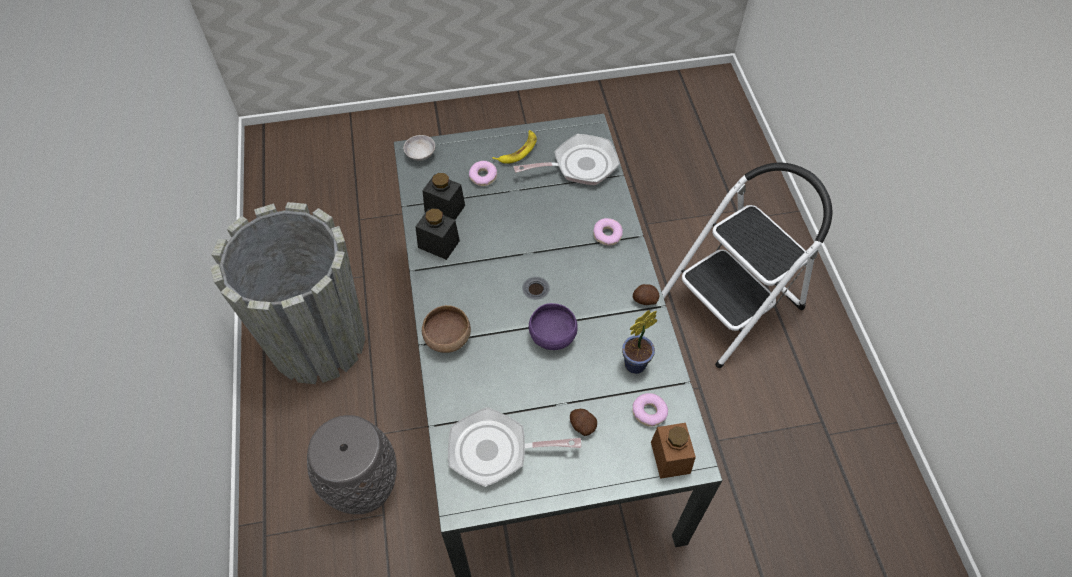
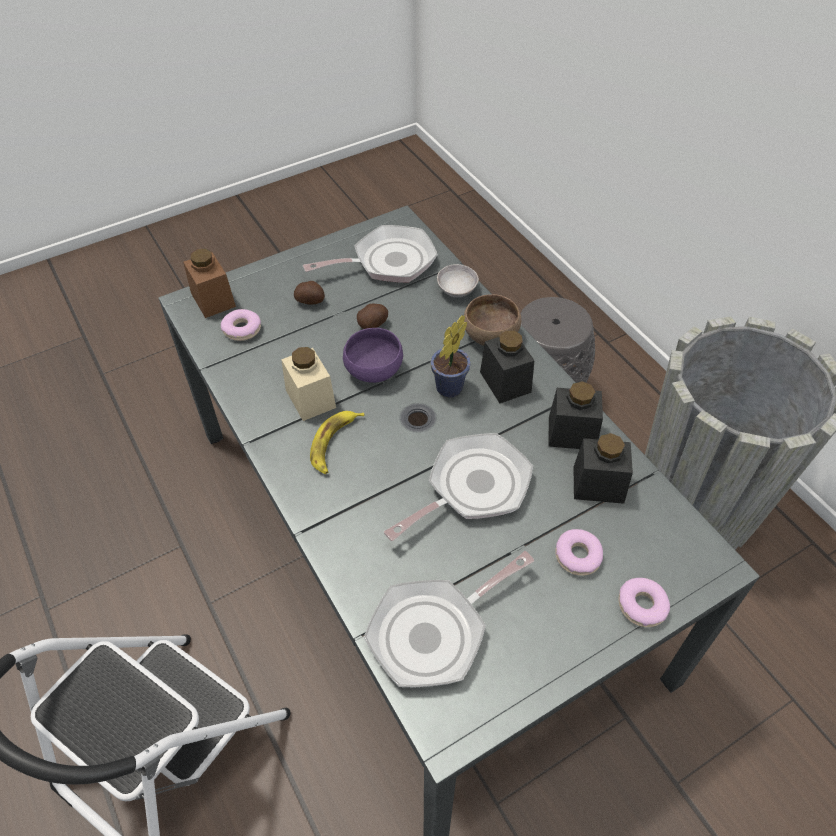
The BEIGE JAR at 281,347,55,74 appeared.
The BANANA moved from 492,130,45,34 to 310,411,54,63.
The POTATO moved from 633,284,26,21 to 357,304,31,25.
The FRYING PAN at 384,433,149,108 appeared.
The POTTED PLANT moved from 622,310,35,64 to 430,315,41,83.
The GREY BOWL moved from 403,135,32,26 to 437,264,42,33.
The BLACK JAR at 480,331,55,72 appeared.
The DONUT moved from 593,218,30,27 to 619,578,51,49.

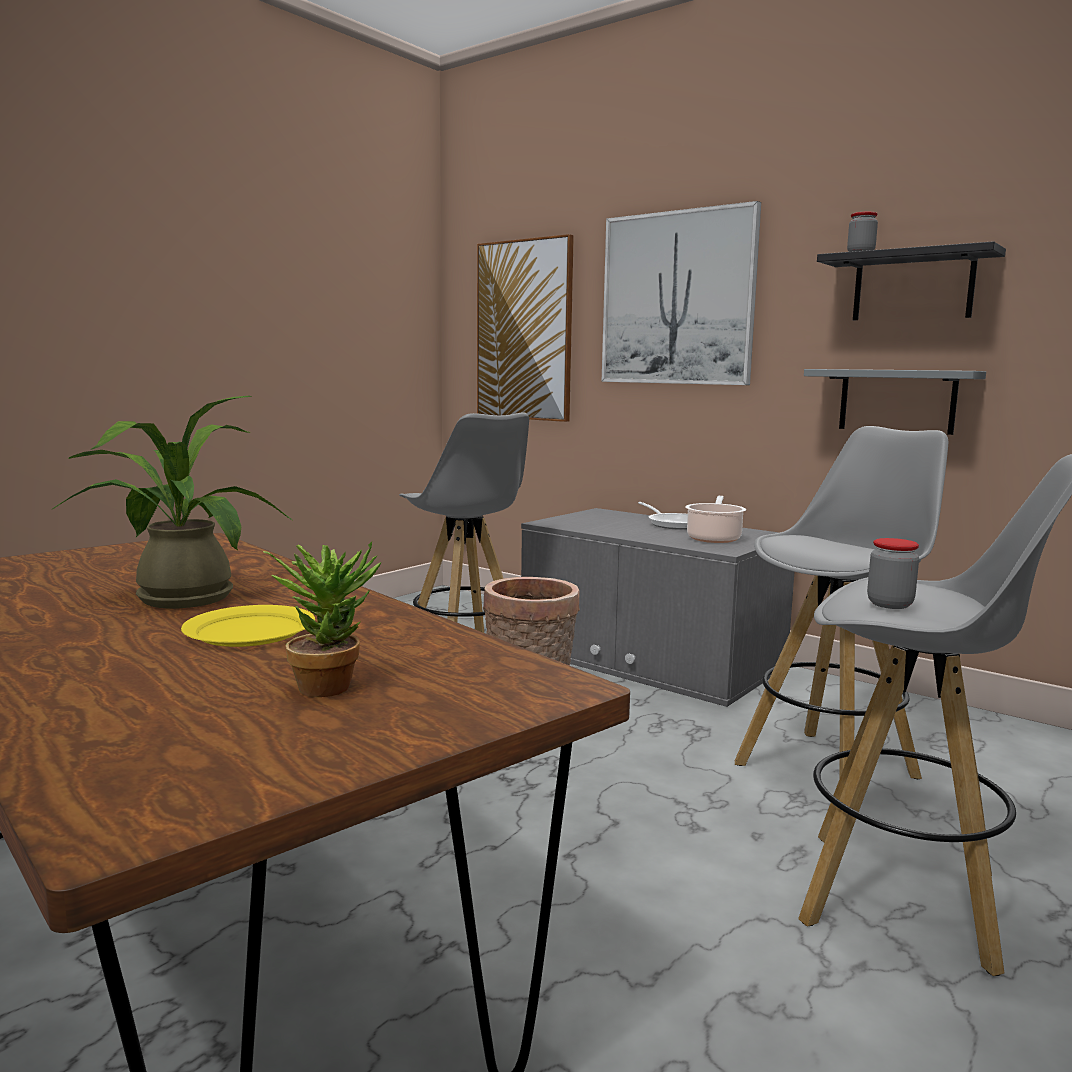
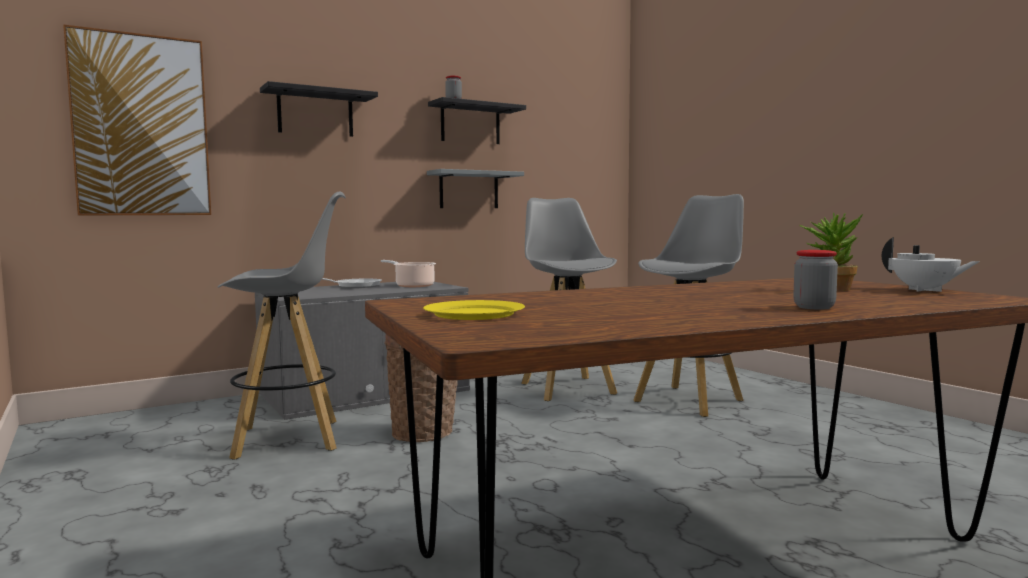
The PICTURE at 602,201,159,184 was replaced by the BLACK SHELF at 260,81,118,56.
The YELLOW PLATE moved from 181,605,134,42 to 423,300,102,20.
The JAR moved from 867,538,52,71 to 793,250,45,60.
The WHITE TEAPOT at 882,237,98,55 appeared.
The POTTED PLANT at 53,396,239,212 disappeared.

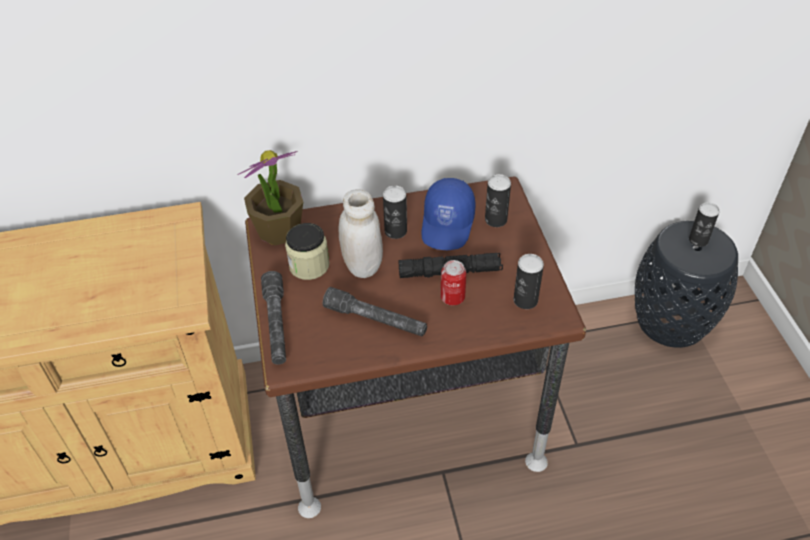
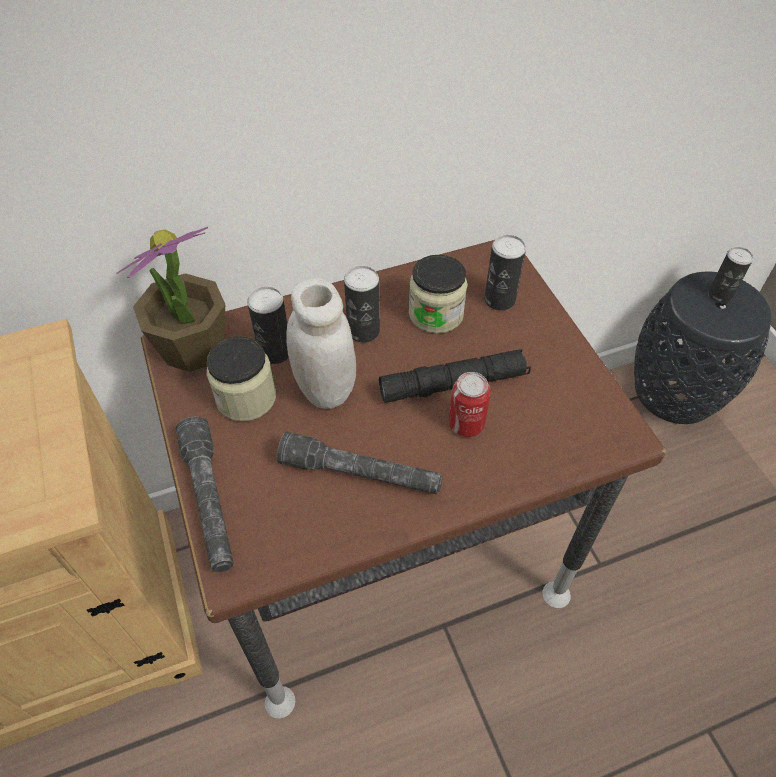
The CAN moved from 514,254,30,55 to 247,287,42,77.
The BLUE CAP at 421,178,55,72 was replaced by the JAR at 409,255,59,79.

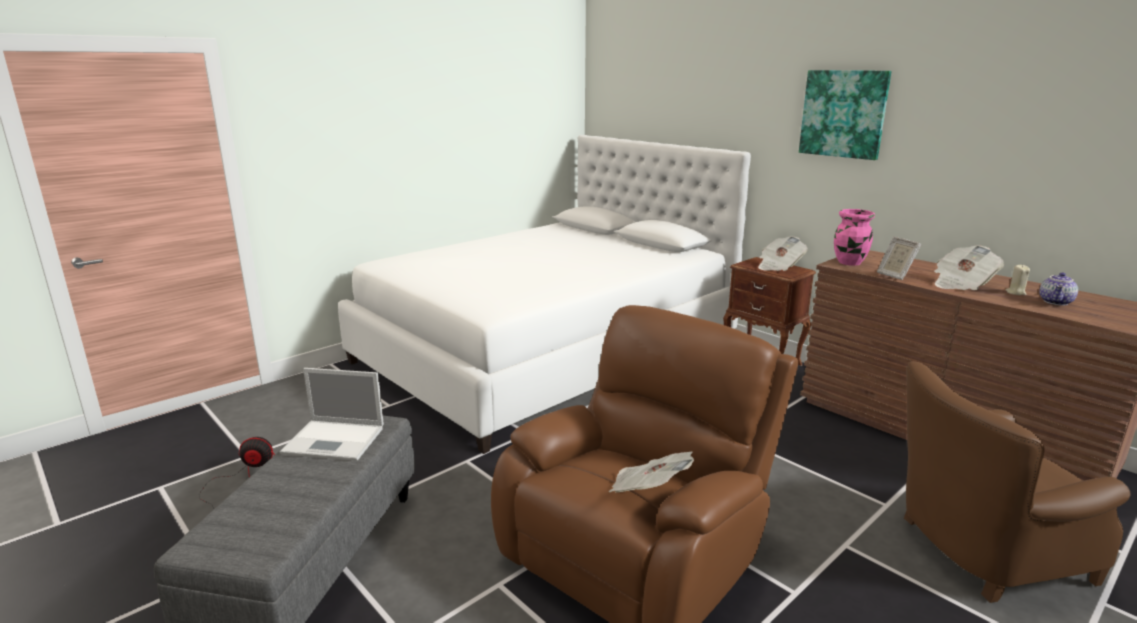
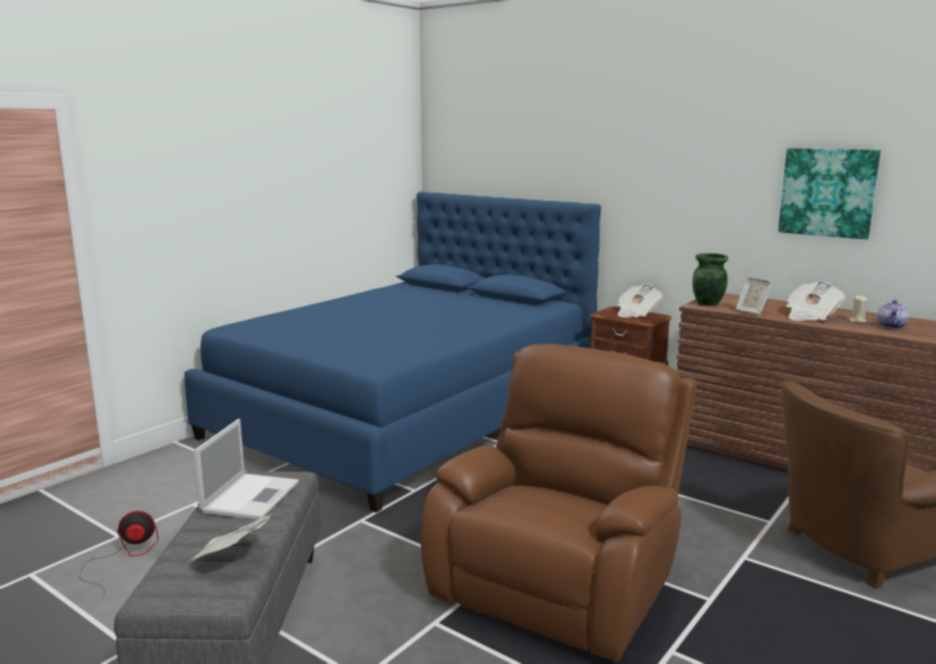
The WHITE BED at 338,135,413,319 became the BLUE BED at 184,192,417,321.
The NEWSPAPER moved from 609,452,85,40 to 189,513,84,48.
The LAPTOP at 280,368,104,93 turned 75 degrees counterclockwise.
The PINK VASE at 834,209,41,57 became the GREEN VASE at 692,253,36,53.
The PICTURE moved from 799,70,93,90 to 778,148,103,91.

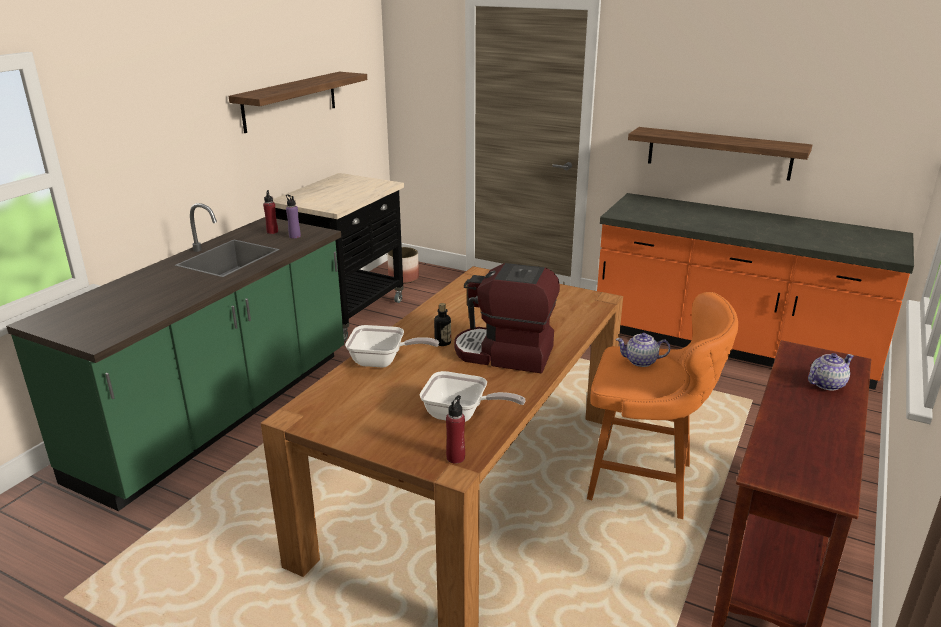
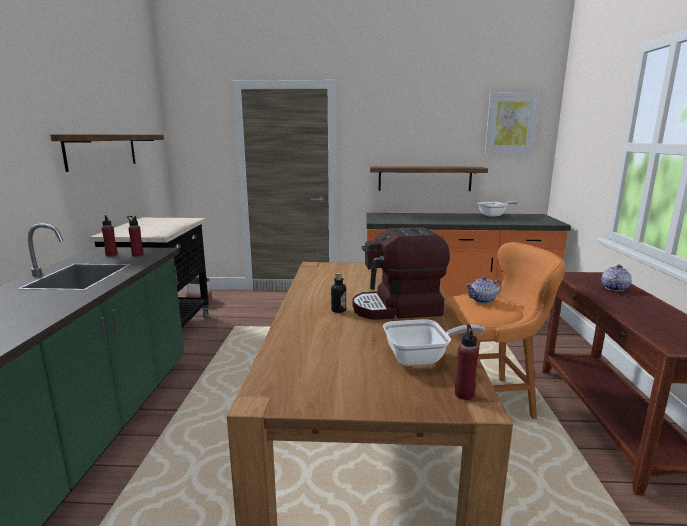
The PURPLE BOTTLE at 286,194,15,44 became the RED BOTTLE at 127,216,17,41.
The FRYING PAN moved from 345,325,94,43 to 478,201,40,16.
The PICTURE at 485,92,55,62 appeared.

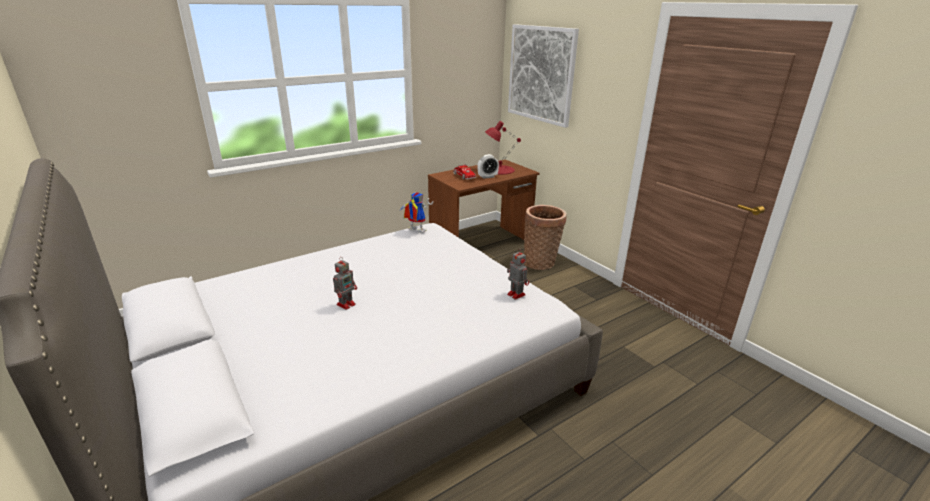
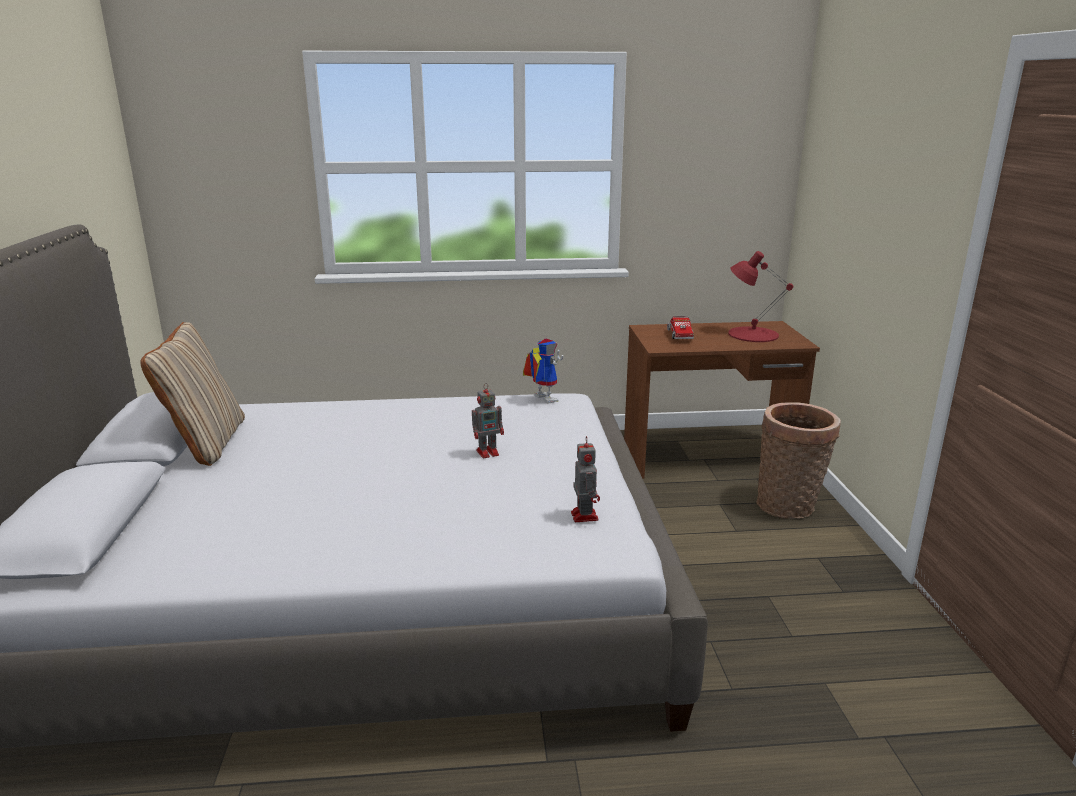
The BEIGE PILLOW at 140,322,105,144 appeared.
The TOY ROBOT moved from 333,257,24,53 to 472,383,32,75.
The ALARM CLOCK at 478,154,21,25 disappeared.
The PICTURE at 508,24,71,104 disappeared.

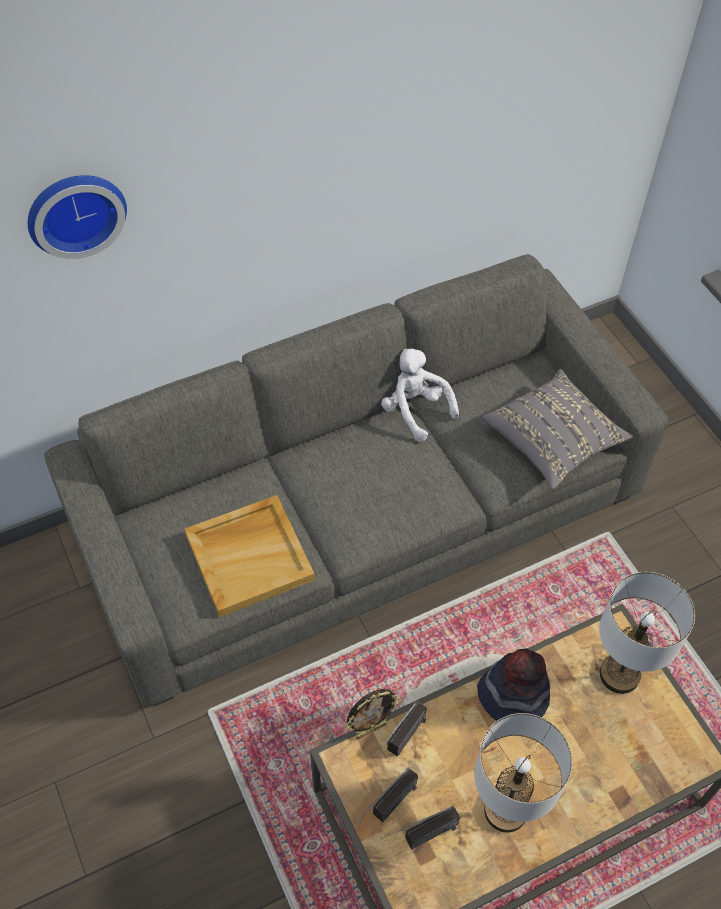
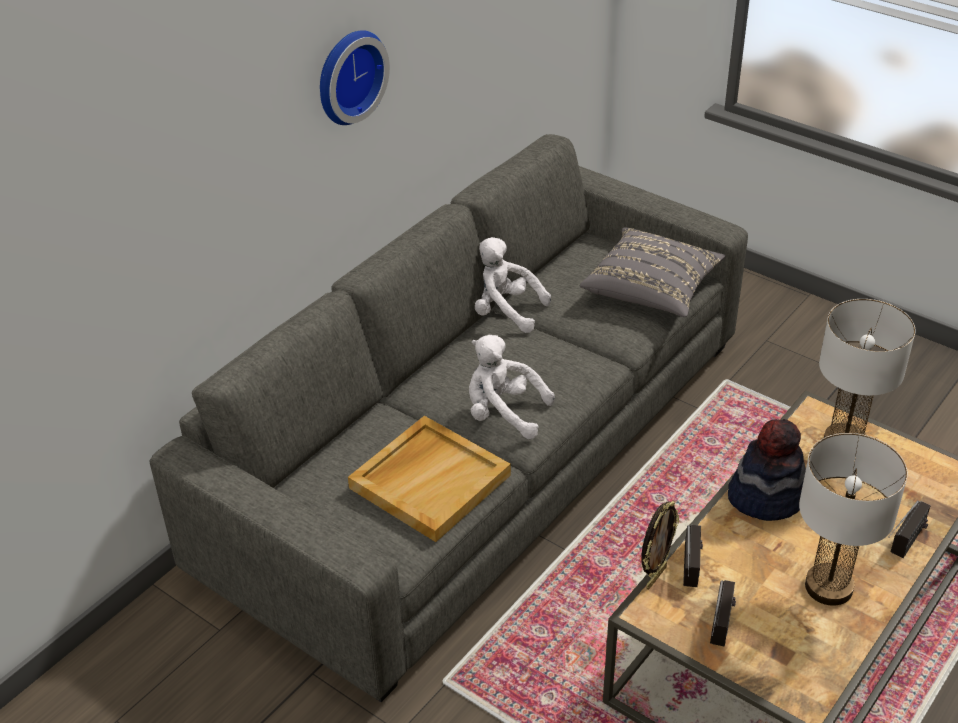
The WALL CLOCK moved from 28,175,99,84 to 320,30,70,95.
The WHITE PLUSH TOY at 469,335,86,104 appeared.
The RADIO moved from 381,806,79,44 to 888,500,43,58.

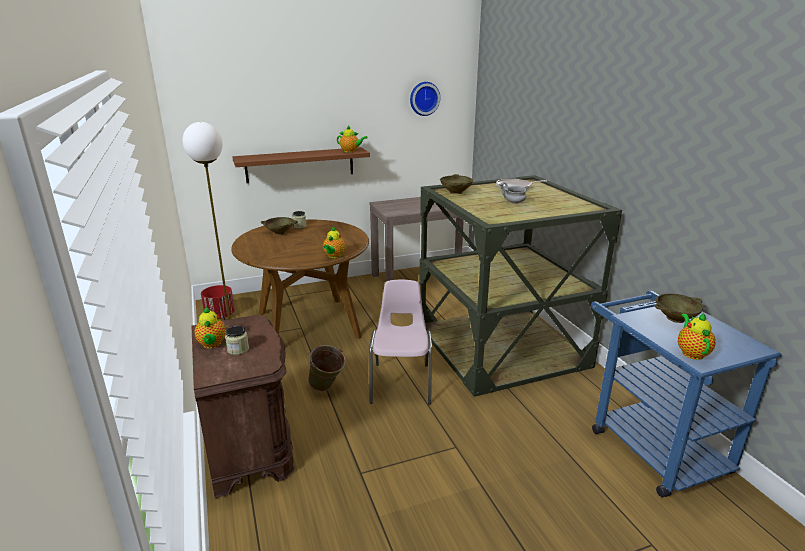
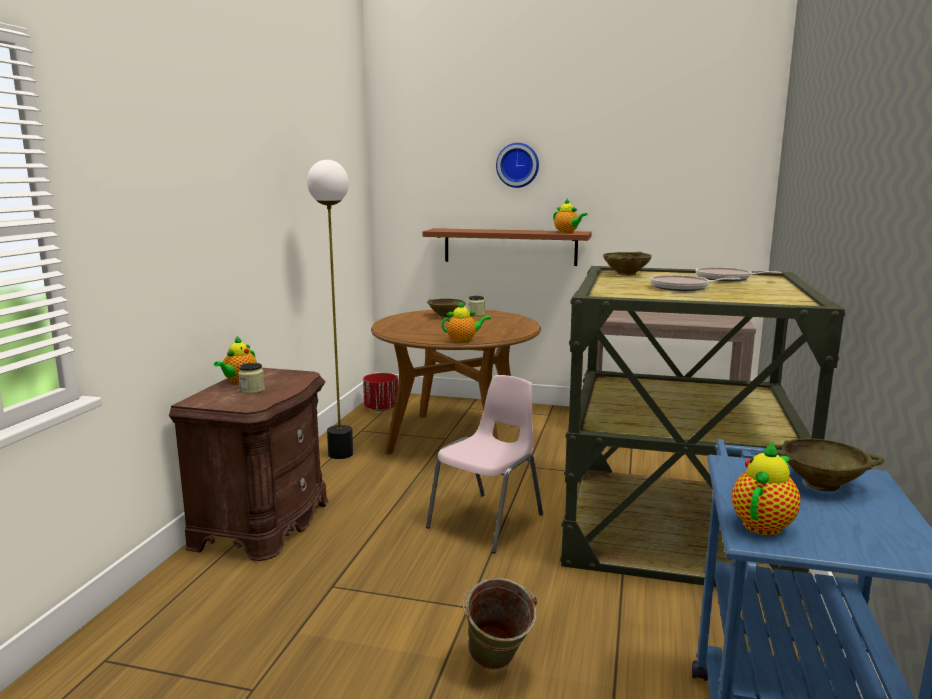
The TEAPOT at 323,227,22,31 turned 150 degrees counterclockwise.
The GREEN BUCKET moved from 307,345,39,46 to 462,578,76,92.
The WALL CLOCK moved from 410,82,30,34 to 496,143,43,45.
The GREY BOWL at 499,182,28,22 was replaced by the FRYING PAN at 650,275,90,16.

